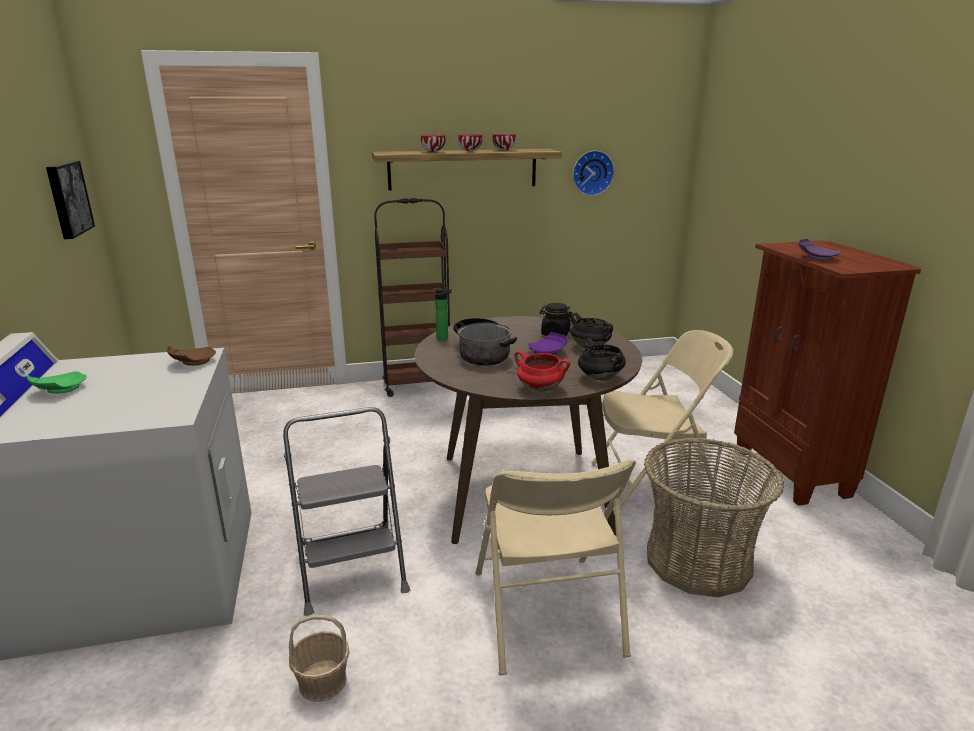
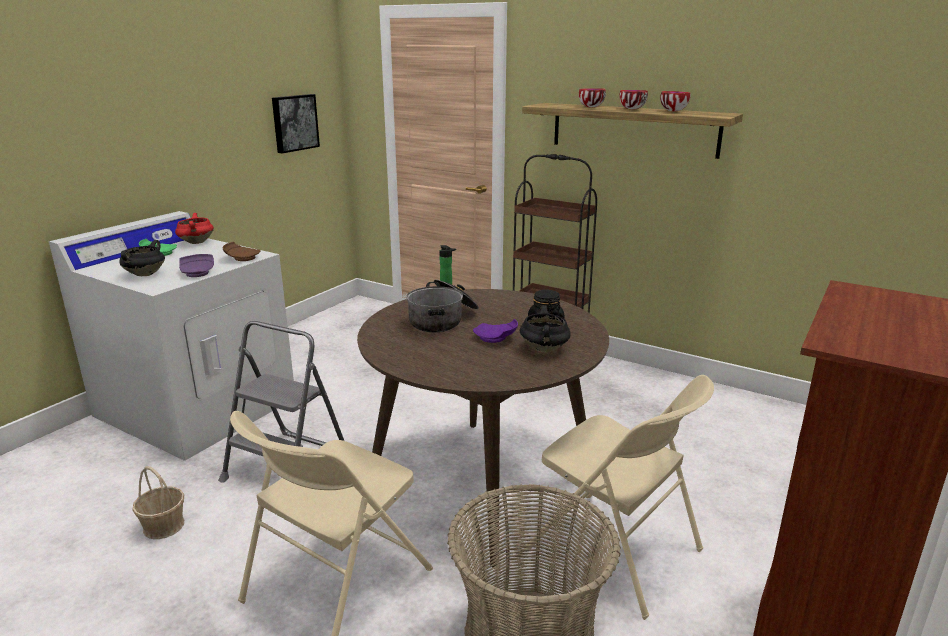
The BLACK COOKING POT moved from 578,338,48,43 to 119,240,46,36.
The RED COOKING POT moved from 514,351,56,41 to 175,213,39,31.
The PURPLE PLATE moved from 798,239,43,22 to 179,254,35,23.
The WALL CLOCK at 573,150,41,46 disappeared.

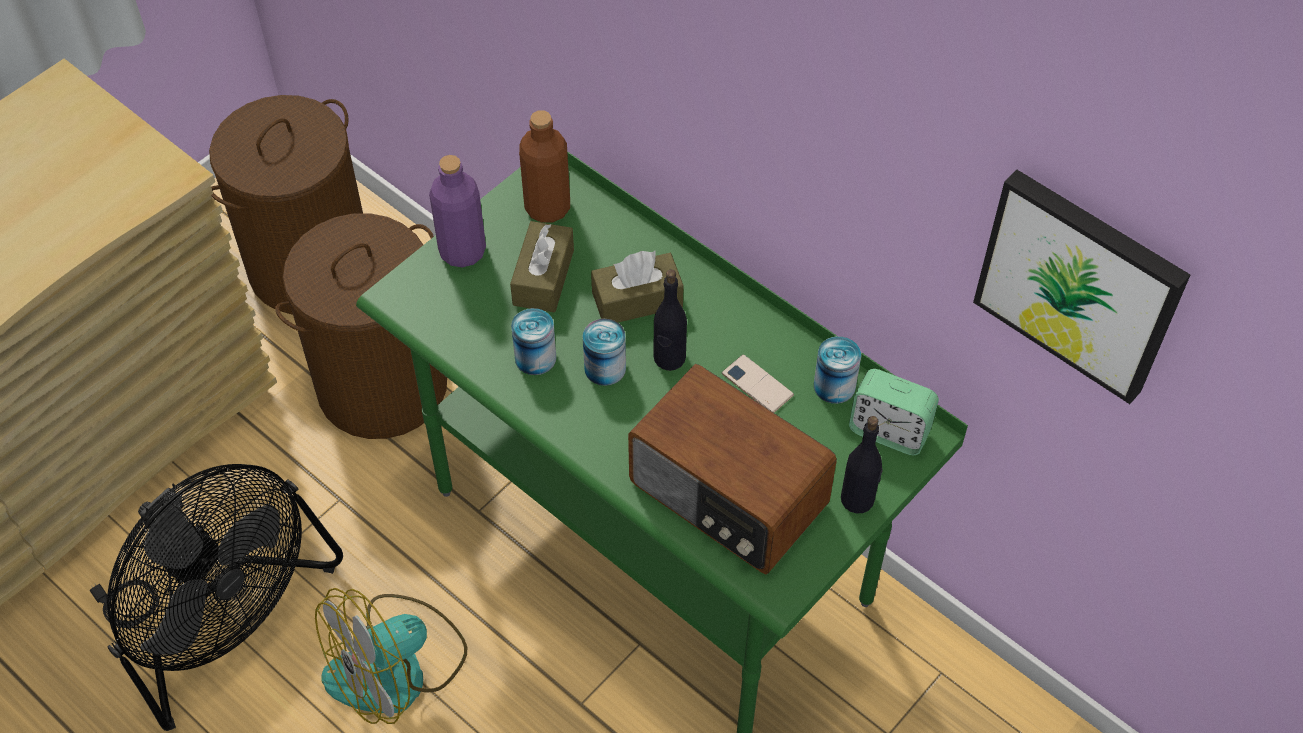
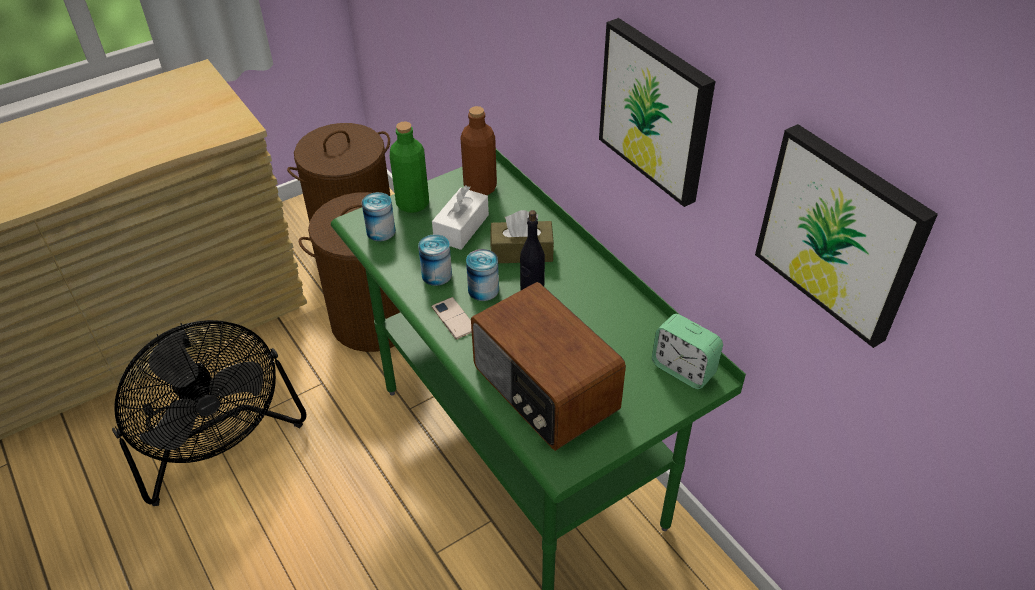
The CAN moved from 814,336,47,68 to 362,192,34,49.
The PURPLE BOTTLE at 429,155,57,112 became the GREEN BOTTLE at 390,122,39,91.
The BROWN TISSUE BOX at 510,221,64,92 became the WHITE TISSUE BOX at 432,185,57,65.
The PHONE moved from 722,354,72,59 to 432,297,40,43.
The PICTURE at 599,18,117,189 appeared.
The FAN at 315,588,152,136 disappeared.
The BLACK BOTTLE at 841,416,42,97 disappeared.

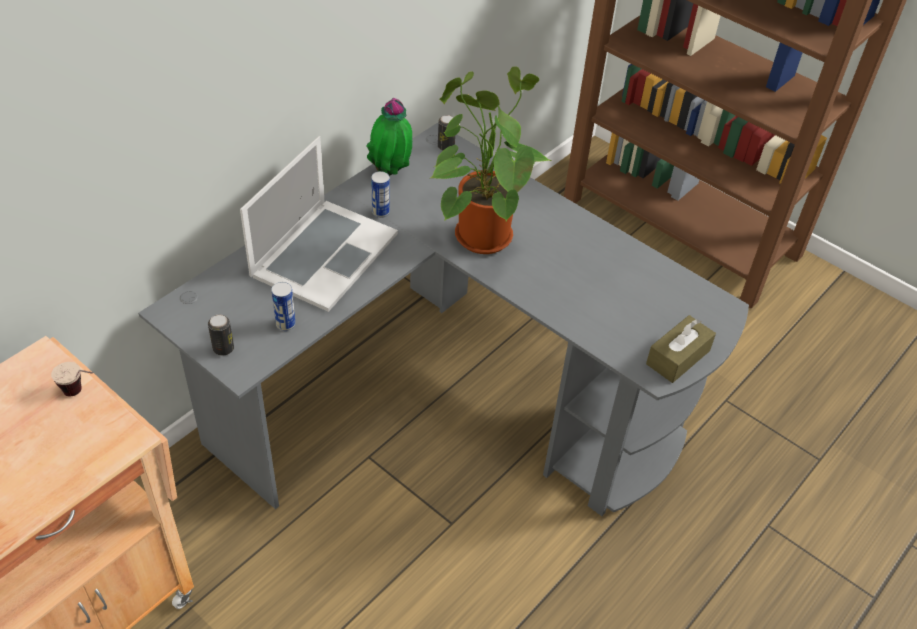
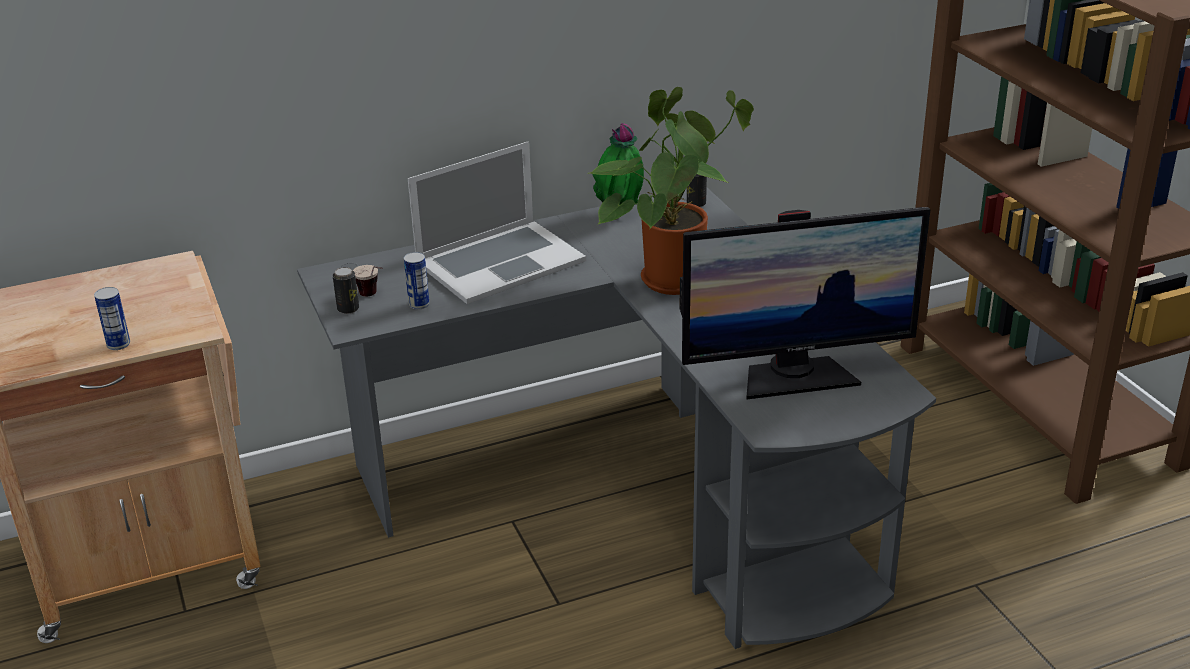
The CAN moved from 371,171,19,47 to 94,287,36,63.
The CUP moved from 51,362,42,35 to 353,265,30,32.
The MONITOR at 680,207,251,193 appeared.
The BROWN TISSUE BOX at 646,315,70,68 disappeared.

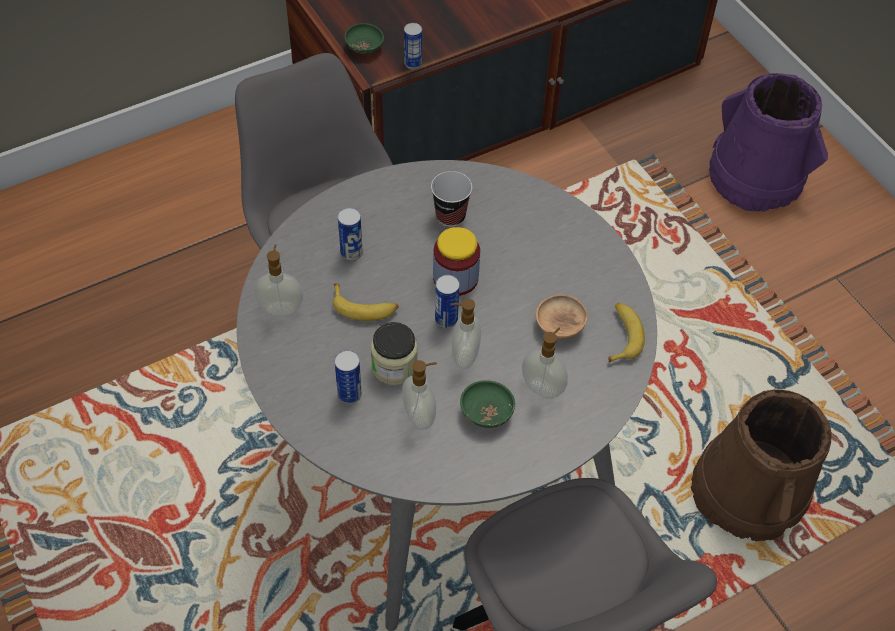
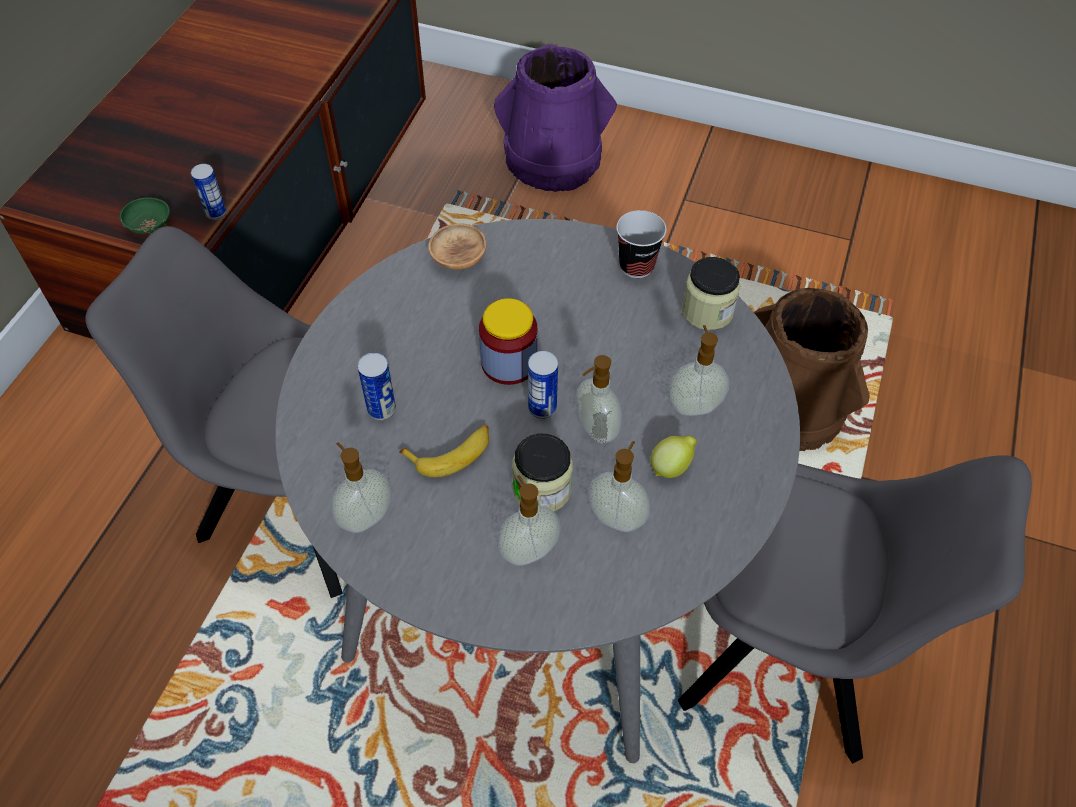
The BROWN BOWL moved from 536,294,52,45 to 428,223,58,46.
The CAN at 335,350,27,54 was replaced by the SOAP DISPENSER at 497,475,64,91.
The CUP moved from 431,171,41,56 to 617,210,49,68.
The GREEN BOWL at 460,380,55,48 was replaced by the LEMON at 650,435,47,43.
The BANANA at 609,303,36,60 was replaced by the JAR at 682,257,58,73.

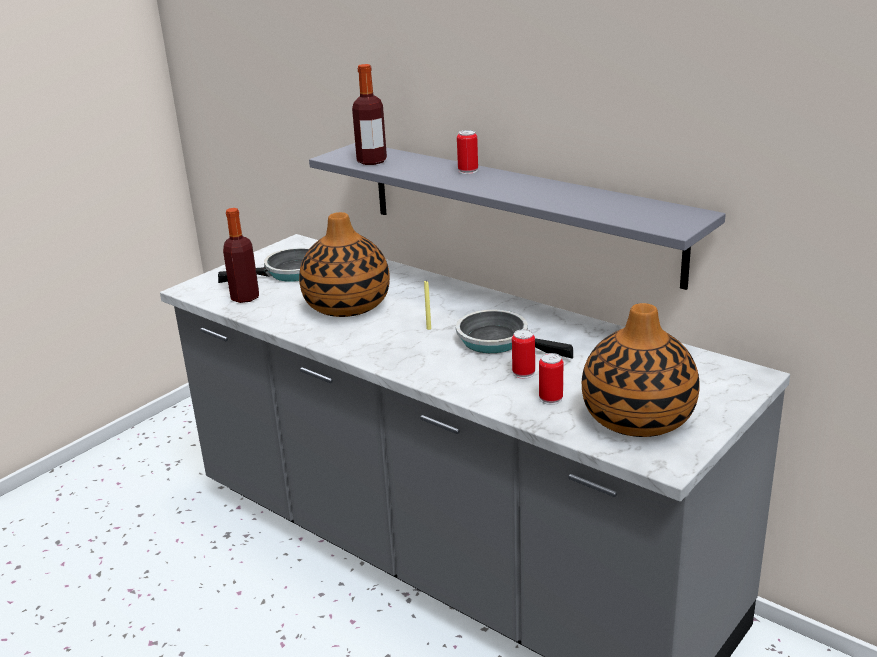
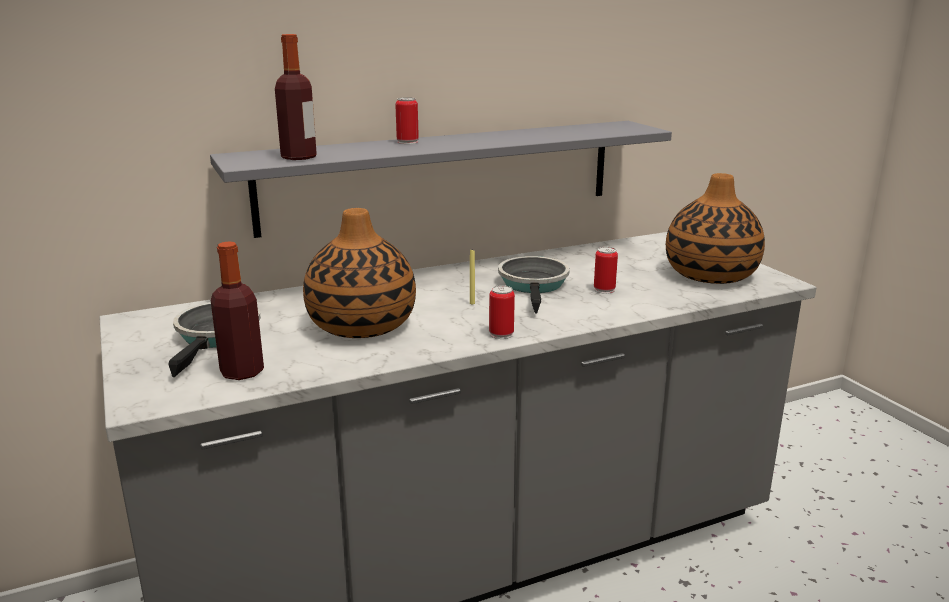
The CAN moved from 539,353,24,52 to 489,285,26,54.
The FRYING PAN at 456,310,117,49 turned 120 degrees clockwise.

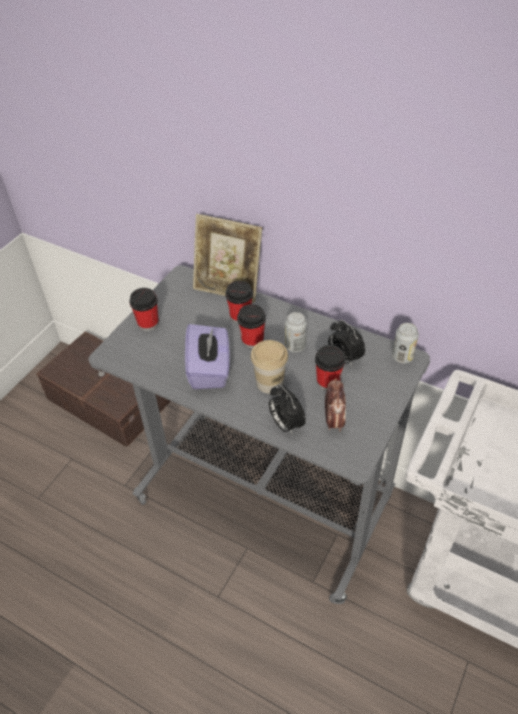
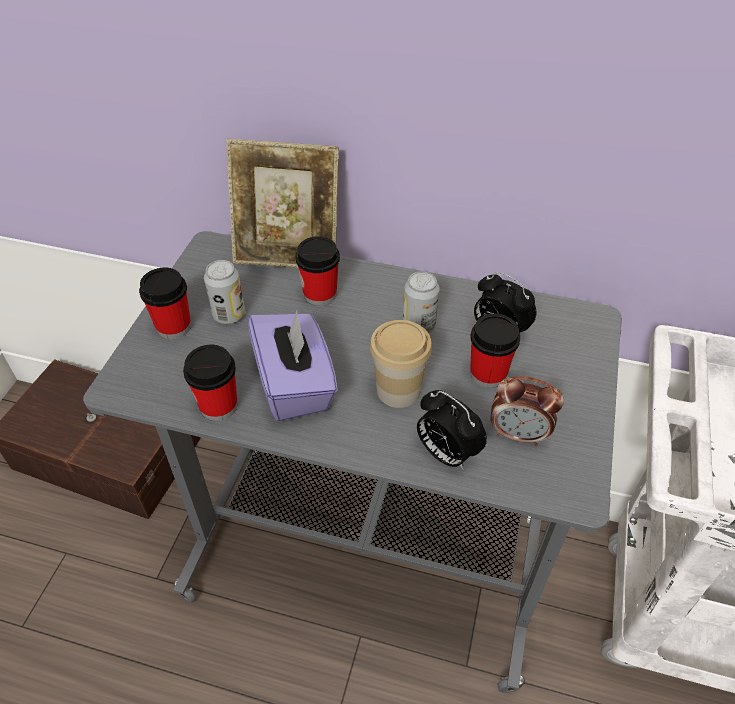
The CUP moved from 237,304,29,45 to 183,345,54,76.
The CAN moved from 392,323,27,40 to 204,260,41,64.
The ALARM CLOCK at 325,378,21,53 turned 120 degrees clockwise.

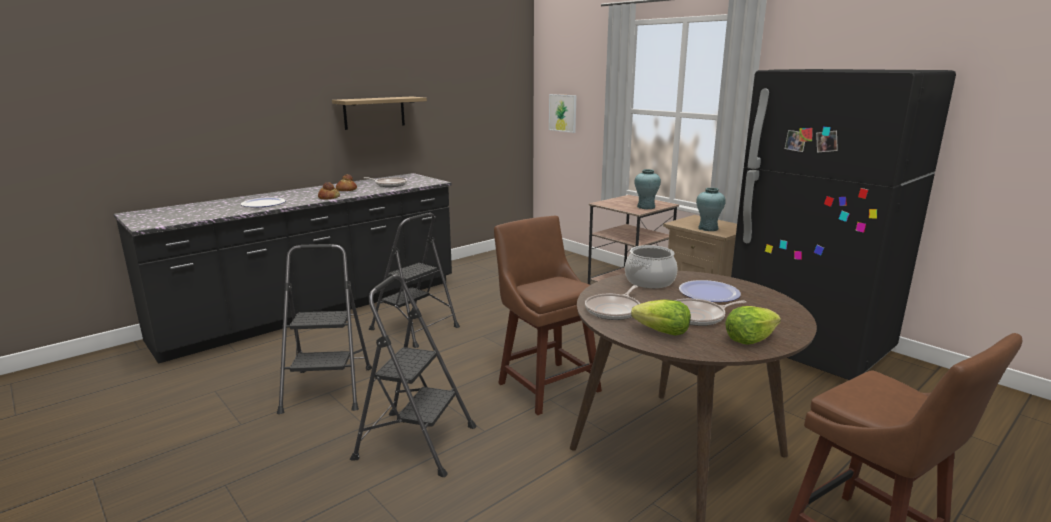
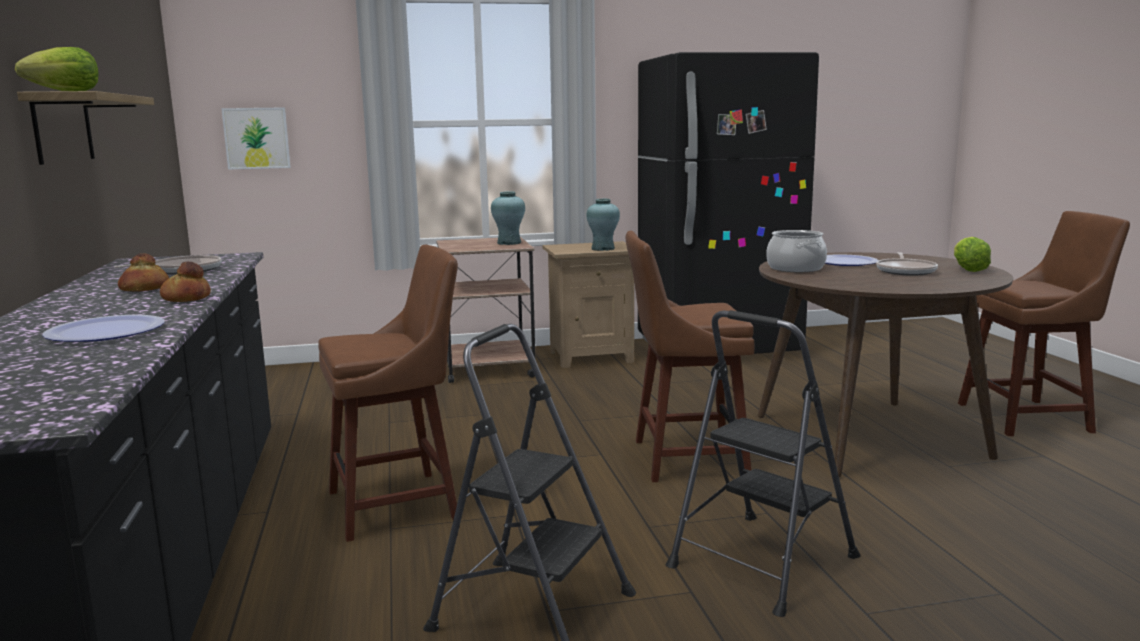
The LETTUCE moved from 631,299,60,37 to 15,47,83,44.
The BLACK STEP LADDER at 369,213,91,135 was replaced by the BROWN CHAIR at 318,245,140,297.
The FRYING PAN at 585,285,55,35 disappeared.

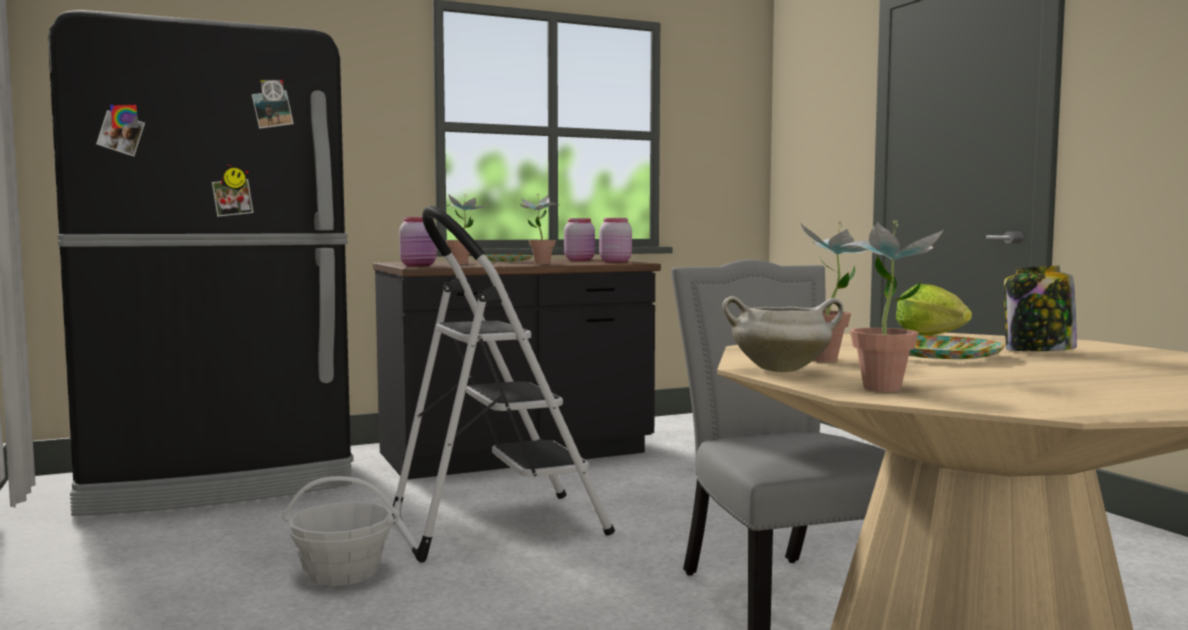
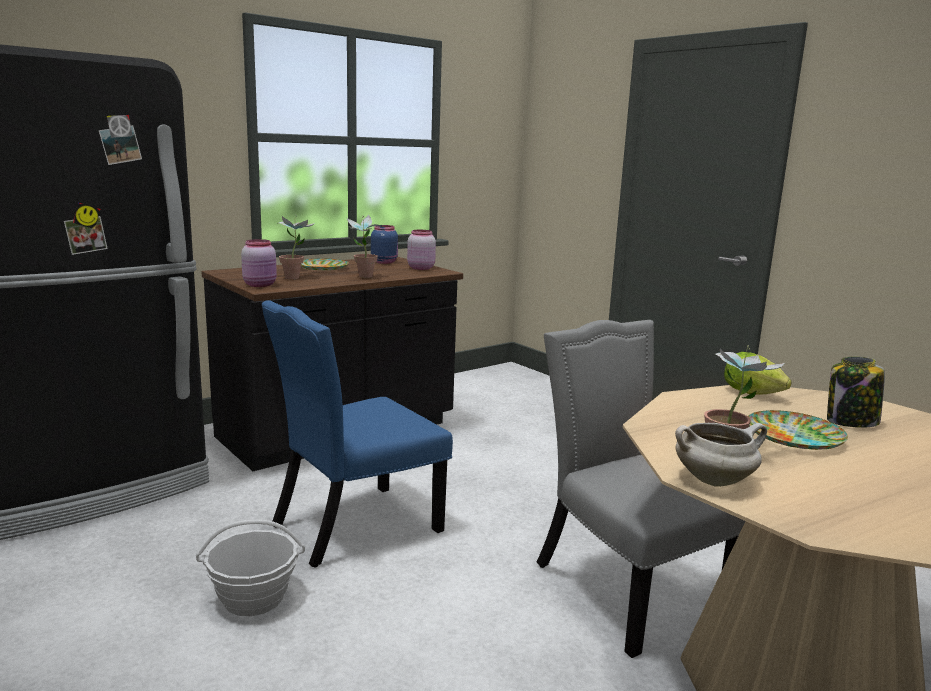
The STEP LADDER at 391,206,224,357 was replaced by the BLUE CHAIR at 262,300,191,267.
The PINK JAR at 564,218,31,43 became the BLUE JAR at 371,225,27,39.
The POTTED PLANT at 839,220,105,172 disappeared.

